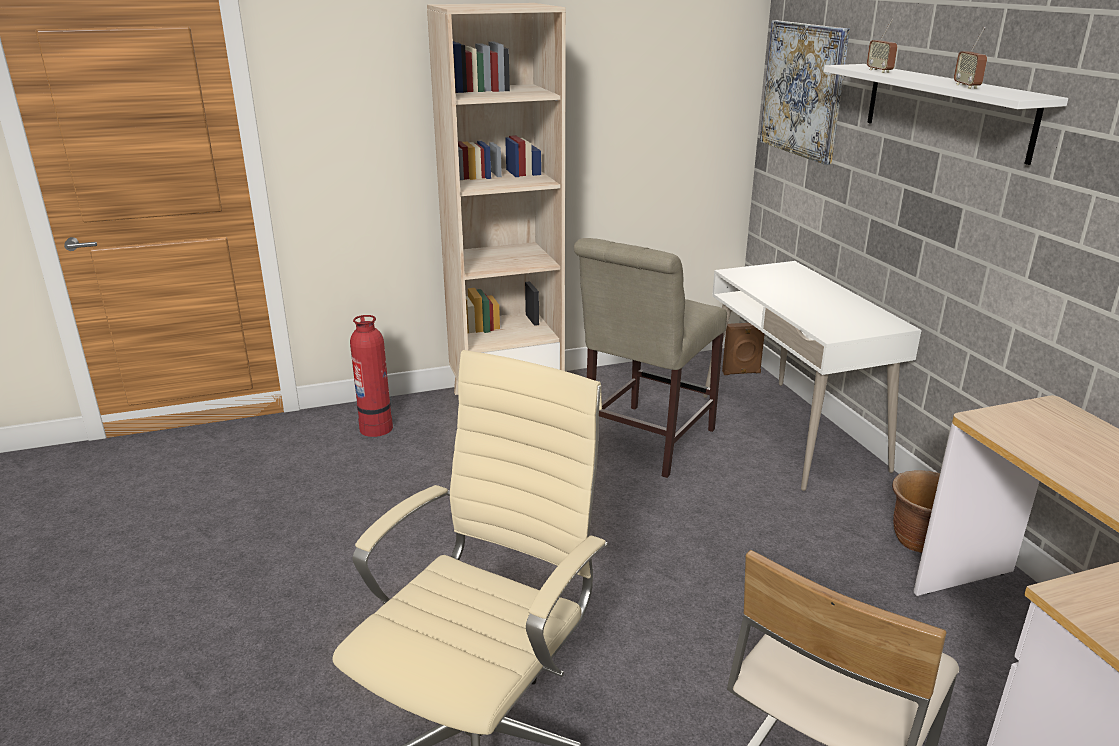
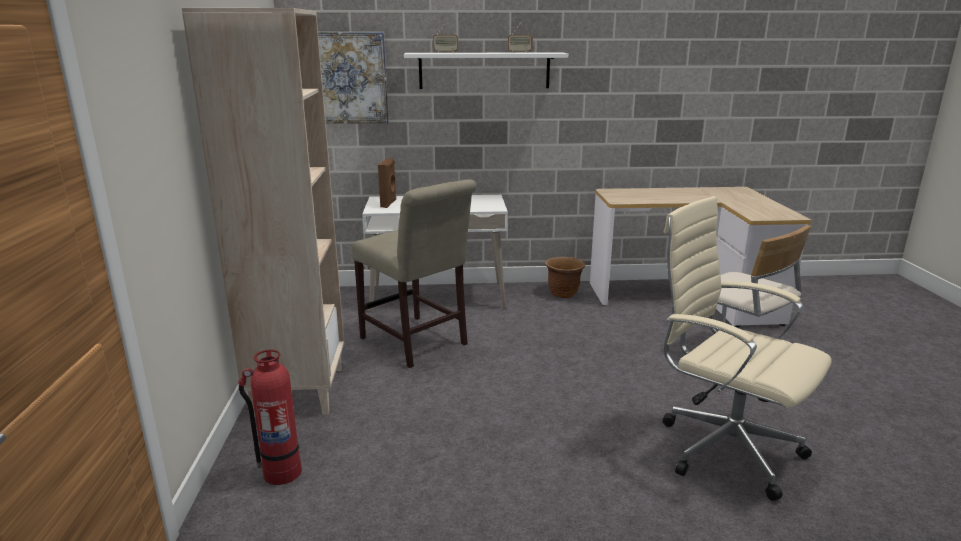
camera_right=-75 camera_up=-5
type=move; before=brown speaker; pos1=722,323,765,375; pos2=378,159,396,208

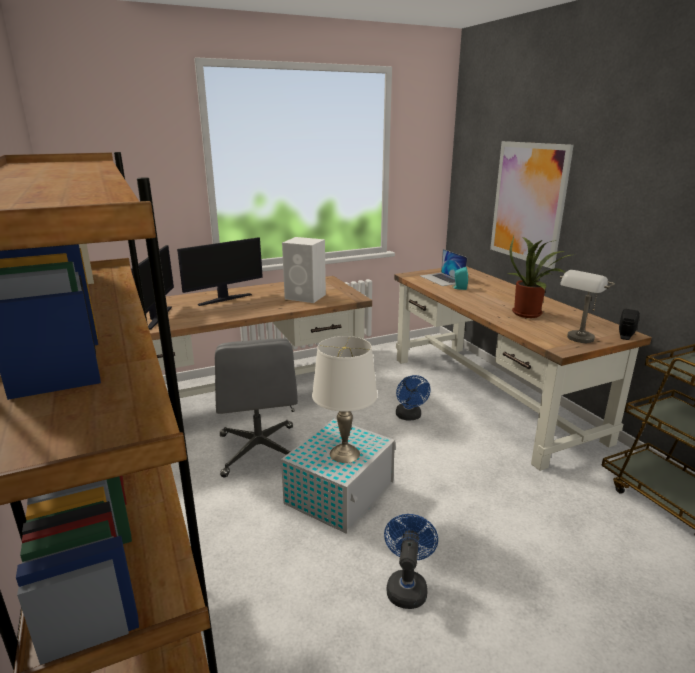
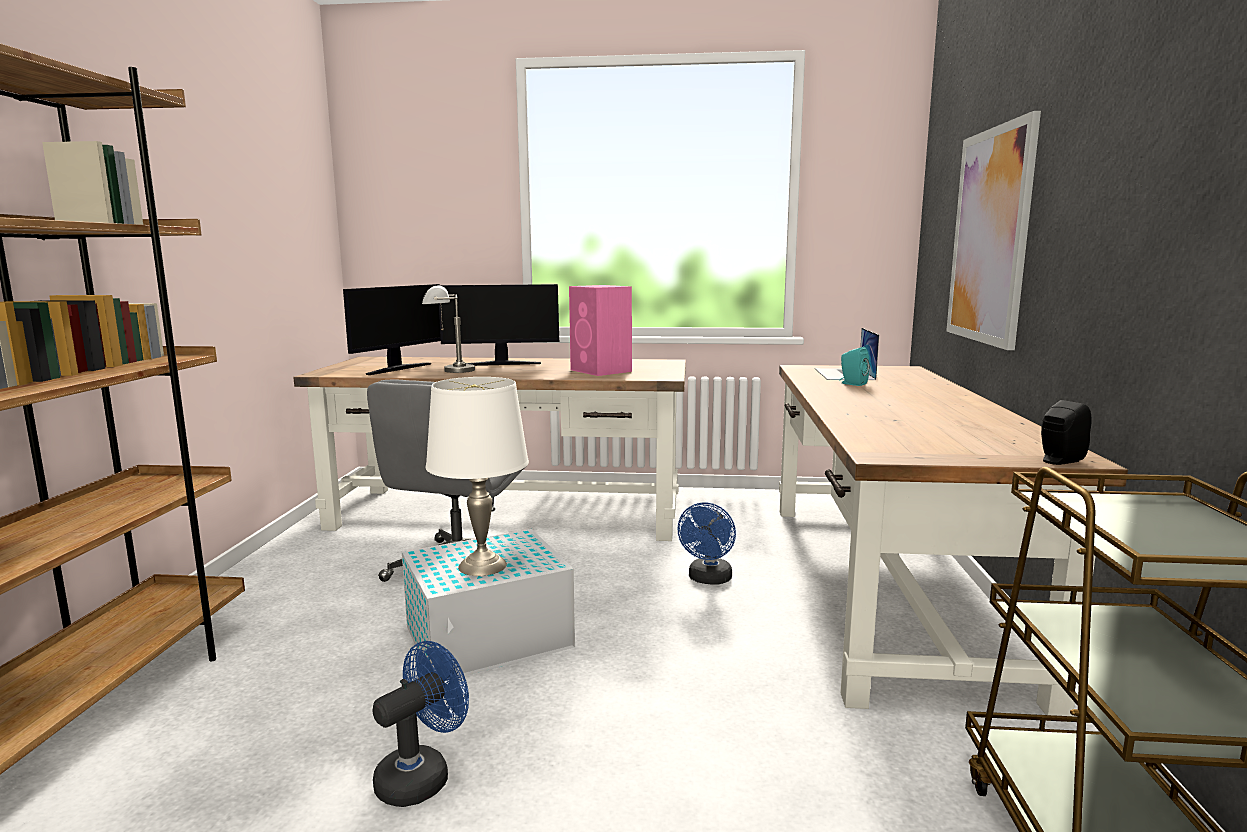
camera_right=30 camera_up=-10
type=move; before=grey table lamp; pos1=560,270,615,343; pos2=422,285,475,373
type=recolor; before=white speaker; after=pink speaker; pos1=282,237,326,303; pos2=569,285,632,376
type=delete; before=potted plant; pos1=508,236,571,318

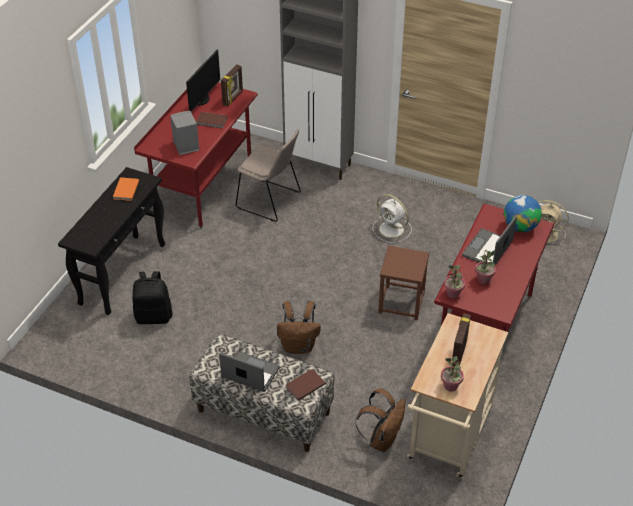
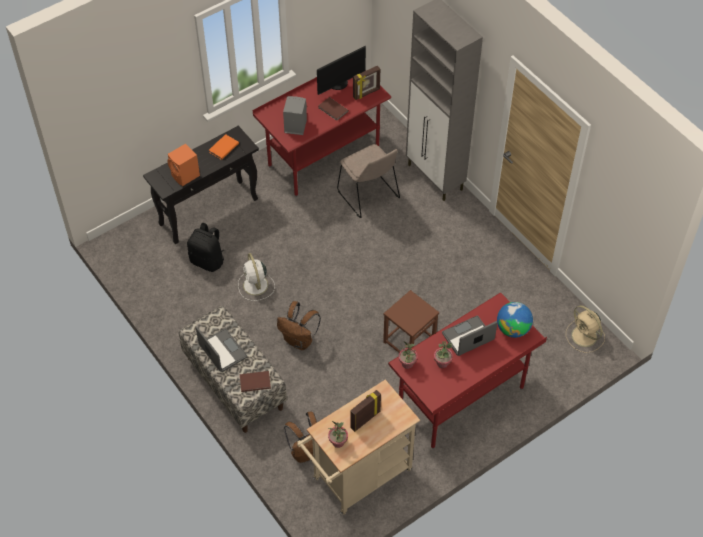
camera_right=30 camera_up=10
type=insert; after=orange speaker; pos2=167,144,200,186
type=move; before=white fan; pos1=372,194,412,243; pos2=238,253,275,301

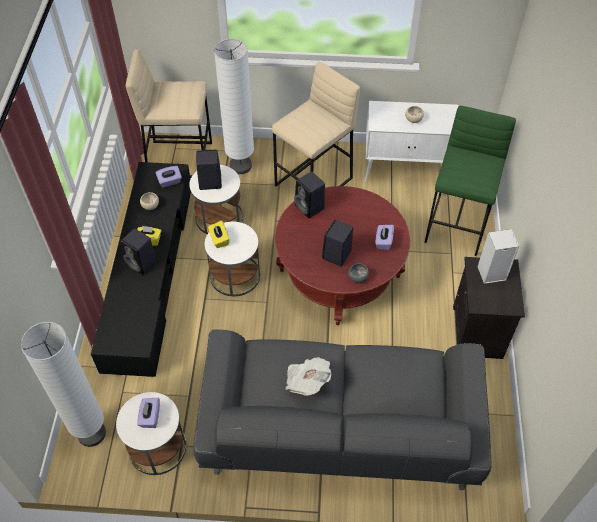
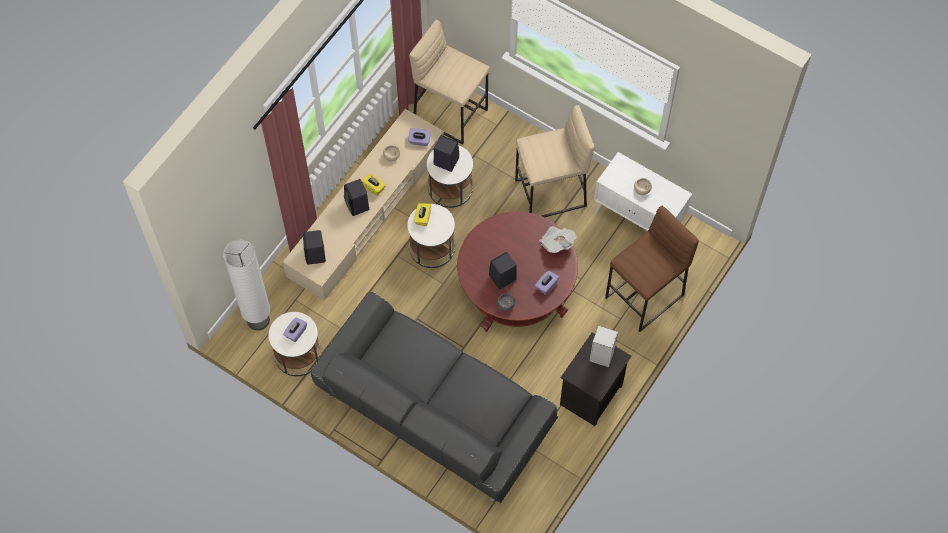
camera_right=30 camera_up=10
type=recolor; before=black tv stand; after=beige tv stand; pos1=91,162,191,377; pos2=283,109,444,301
type=move; before=black speaker; pos1=294,171,325,218; pos2=303,230,326,265
type=move; before=newspaper; pos1=285,357,332,396; pos2=539,226,577,253
type=recolor; before=green stool; after=brown stool; pos1=424,106,516,256; pos2=605,206,699,332
type=delete; before=white floor lamp; pos1=214,39,254,174

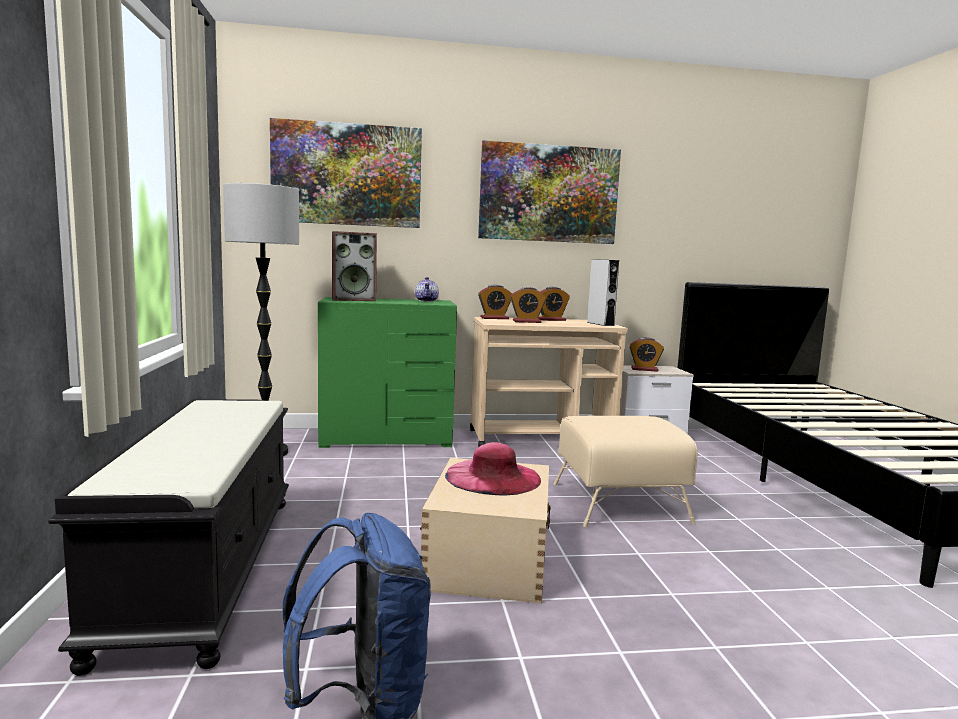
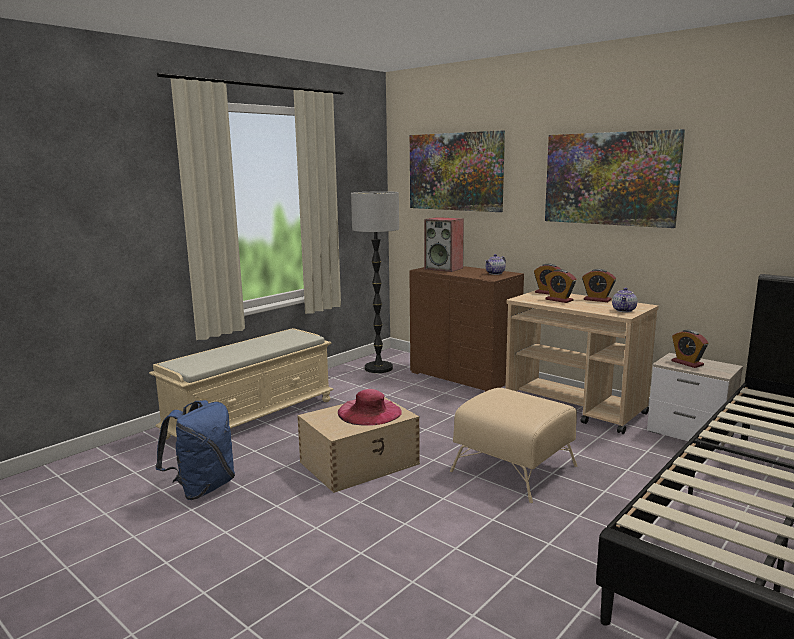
camera_right=50 camera_up=5
type=recolor; before=black bench; after=beige bench; pos1=48,399,289,676; pos2=149,328,333,440
type=recolor; before=green dresser; after=brown dresser; pos1=318,297,457,448; pos2=409,266,524,392
type=replace; before=grey speaker; after=teapot; pos1=587,259,619,326; pos2=612,288,637,312

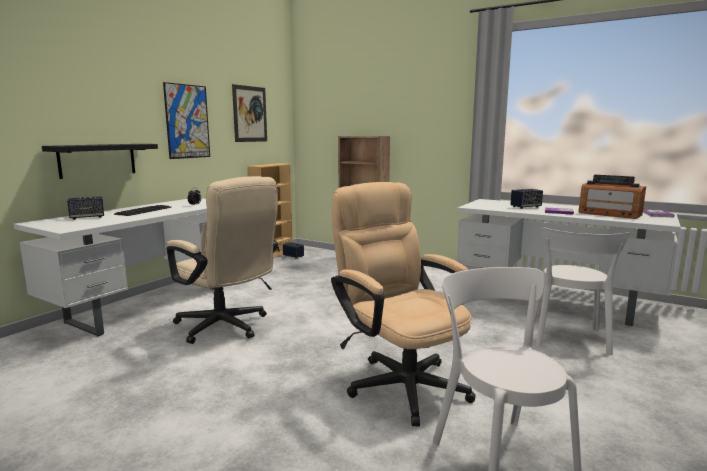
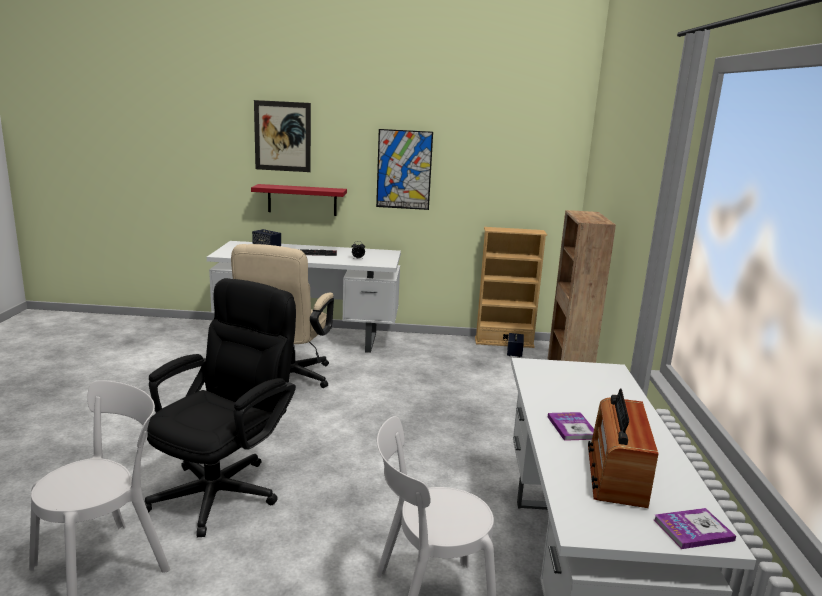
camera_right=60 camera_up=5
type=recolor; before=beige office chair; after=black office chair; pos1=331,182,476,427; pos2=144,278,296,537
type=recolor; before=black shelf; after=red shelf; pos1=42,144,158,179; pos2=251,184,347,216
type=move; before=picture; pos1=232,84,267,142; pos2=254,100,311,172
type=delete; before=speaker; pos1=510,189,543,209

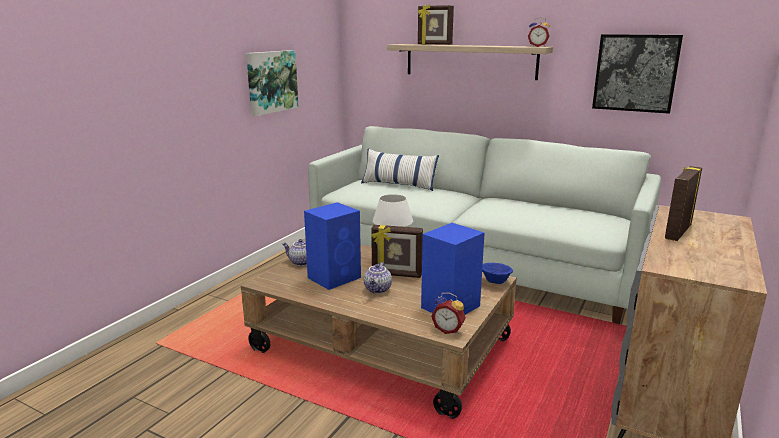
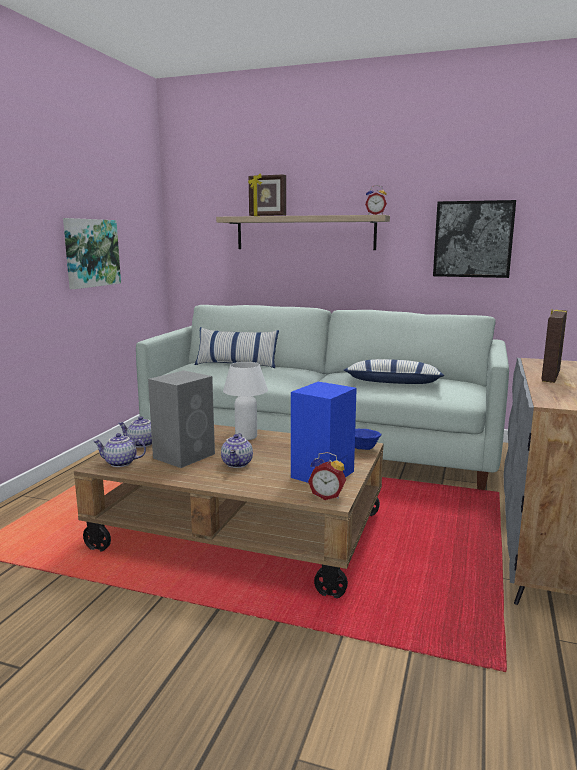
camera_right=-10 camera_up=-5
type=insert; after=teapot; pos2=93,433,146,467
type=recolor; before=blue speaker; after=grey speaker; pos1=304,202,361,290; pos2=148,371,215,468
type=insert; after=pillow; pos2=344,359,444,384
type=delete; before=picture frame; pos1=371,225,423,278

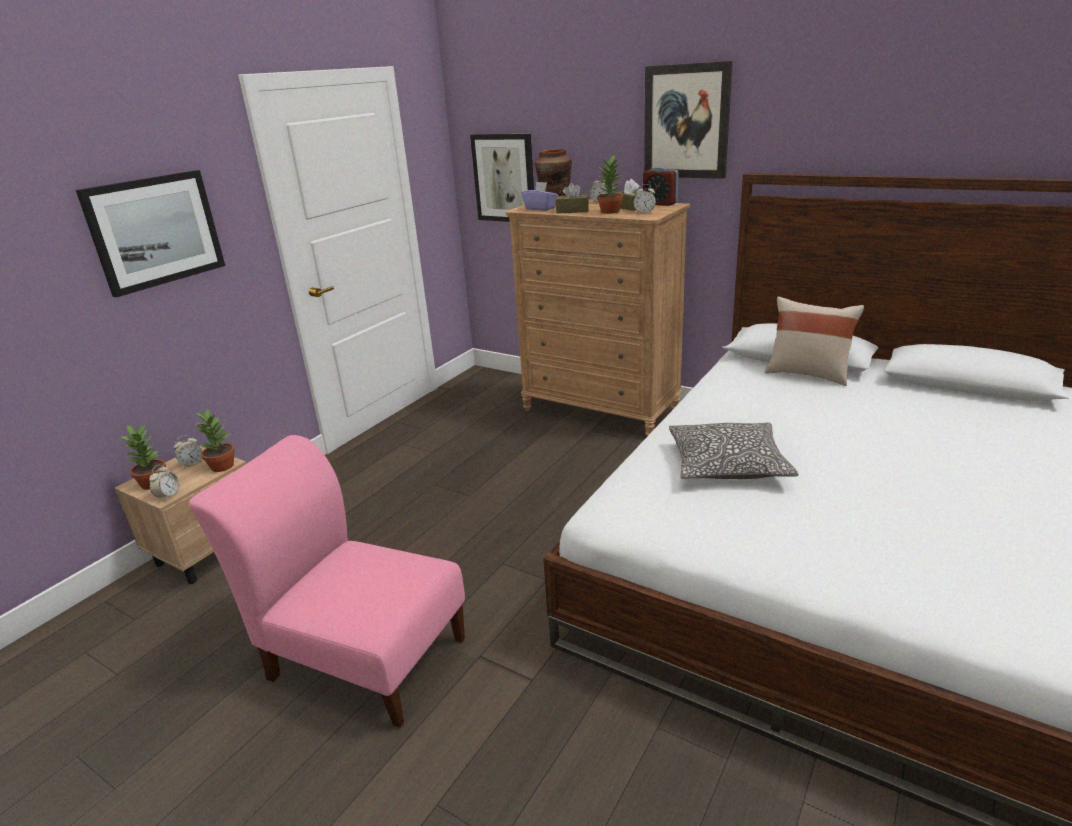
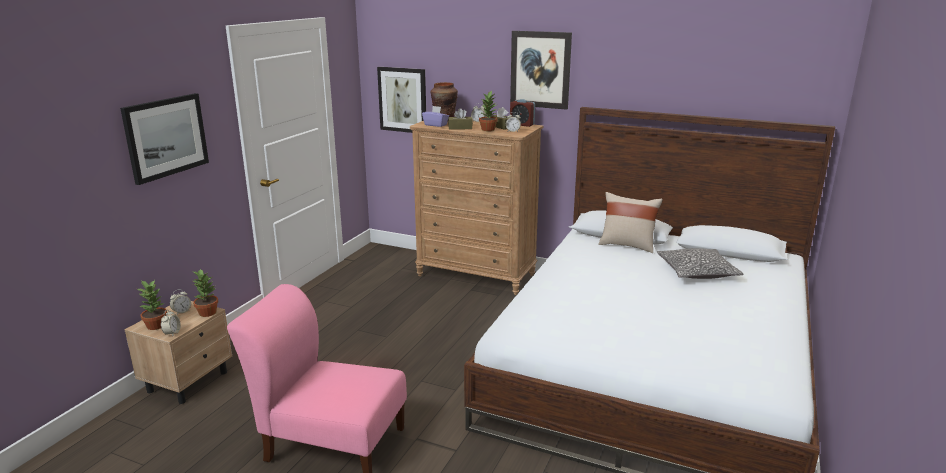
camera_right=-10 camera_up=-5
type=move; before=pillow; pos1=669,422,798,479; pos2=657,248,744,279

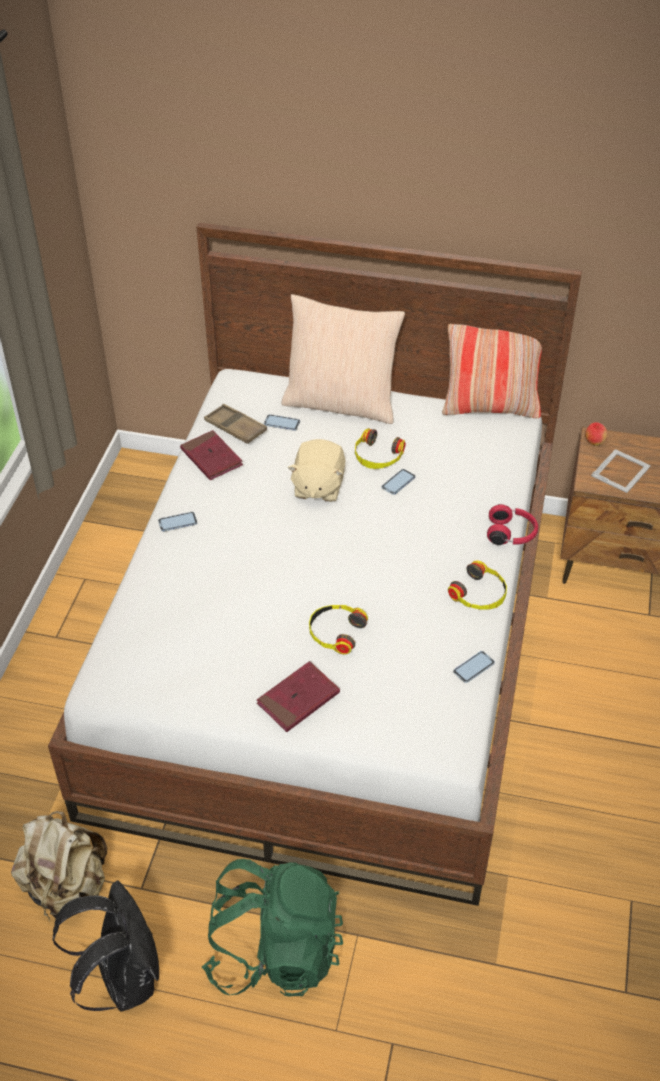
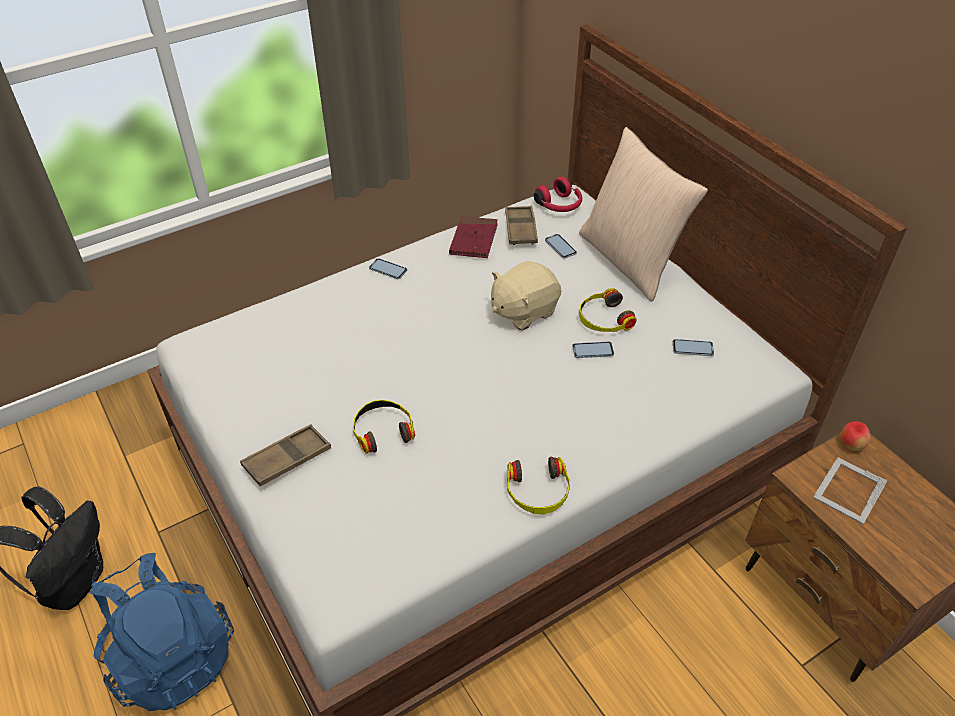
camera_right=45 camera_up=0
type=recolor; before=green backpack; after=blue backpack; pos1=202,859,343,997; pos2=89,553,234,711
type=replace; before=red book; after=brown tray; pos1=257,661,340,732; pos2=240,424,331,486
type=move; before=red headphones; pos1=487,504,538,545; pos2=534,177,582,212
type=move; before=phone; pos1=453,651,495,683; pos2=673,339,714,356
type=rotate; before=picture frame; pos1=591,449,651,493; pos2=813,457,887,524; turn=135
type=delete; before=beige backpack; pos1=11,811,107,920
type=delete; before=pillow; pos1=442,324,542,418

